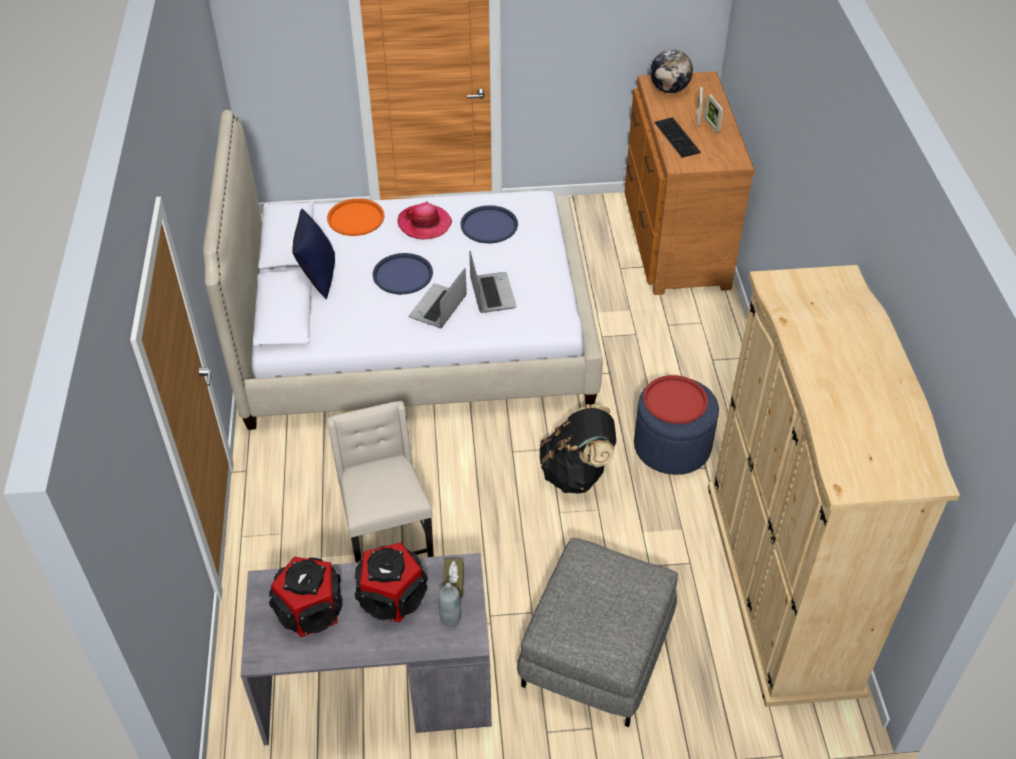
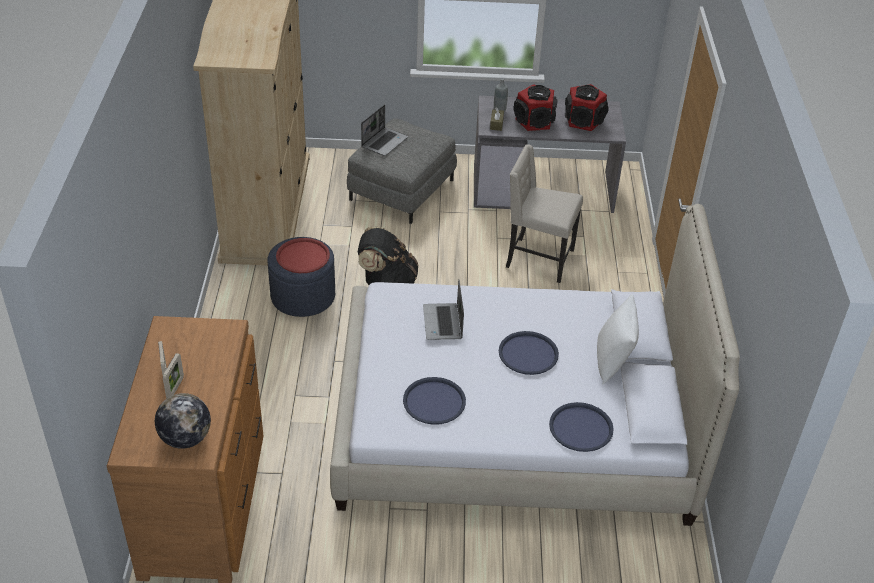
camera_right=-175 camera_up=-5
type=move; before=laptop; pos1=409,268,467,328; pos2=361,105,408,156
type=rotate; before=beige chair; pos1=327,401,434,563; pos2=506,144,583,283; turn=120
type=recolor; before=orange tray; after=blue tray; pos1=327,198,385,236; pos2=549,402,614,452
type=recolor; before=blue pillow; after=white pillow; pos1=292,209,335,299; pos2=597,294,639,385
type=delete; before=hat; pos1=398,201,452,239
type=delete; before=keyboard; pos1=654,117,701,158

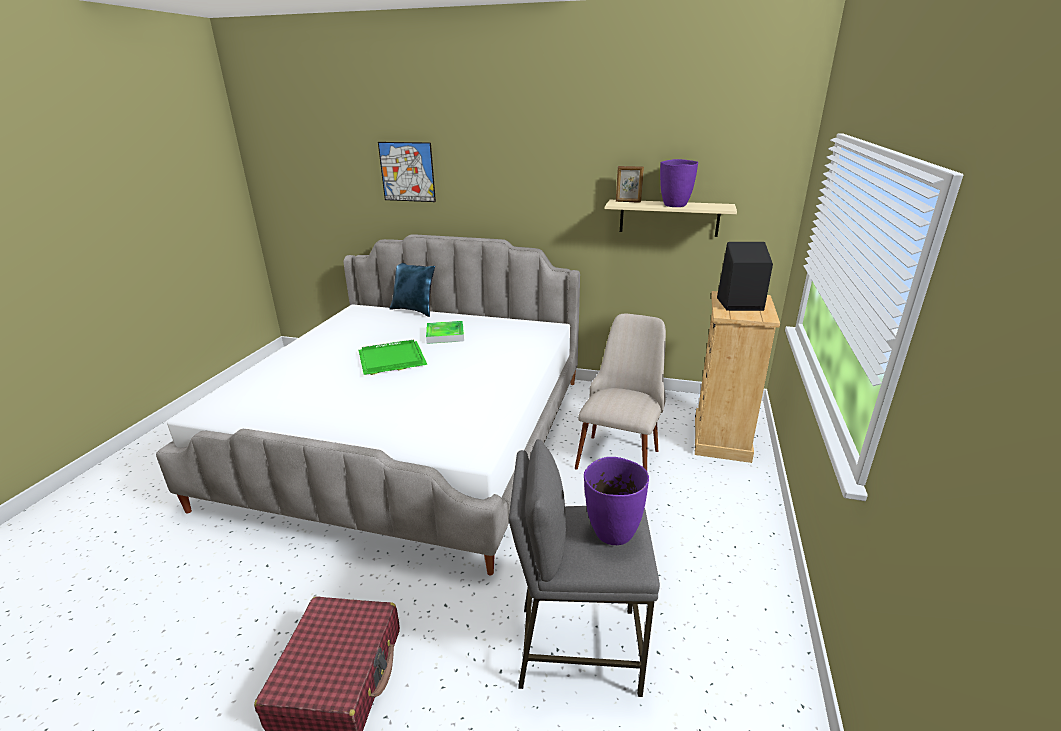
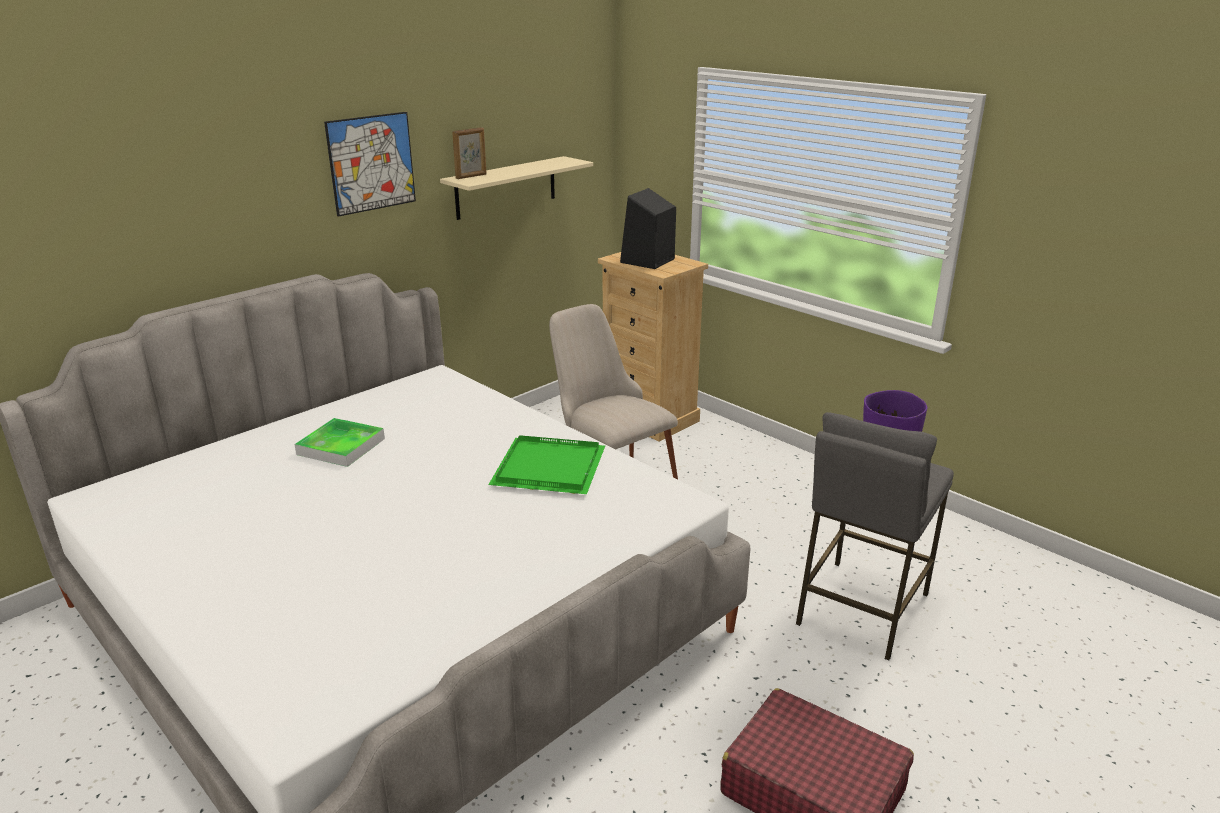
camera_right=-60 camera_up=0
type=move; before=picture; pos1=378,142,436,202; pos2=324,112,416,217
type=move; before=green tray; pos1=359,339,427,375; pos2=488,435,605,494
type=delete; before=blue pillow; pos1=390,263,435,317
type=delete; before=purple vase; pos1=660,159,698,207

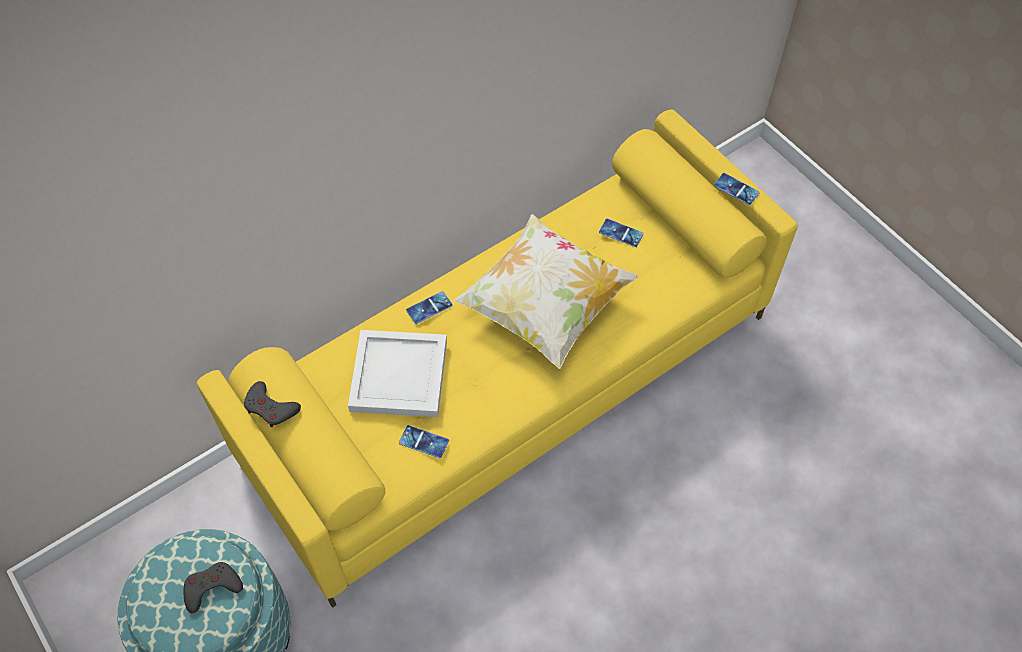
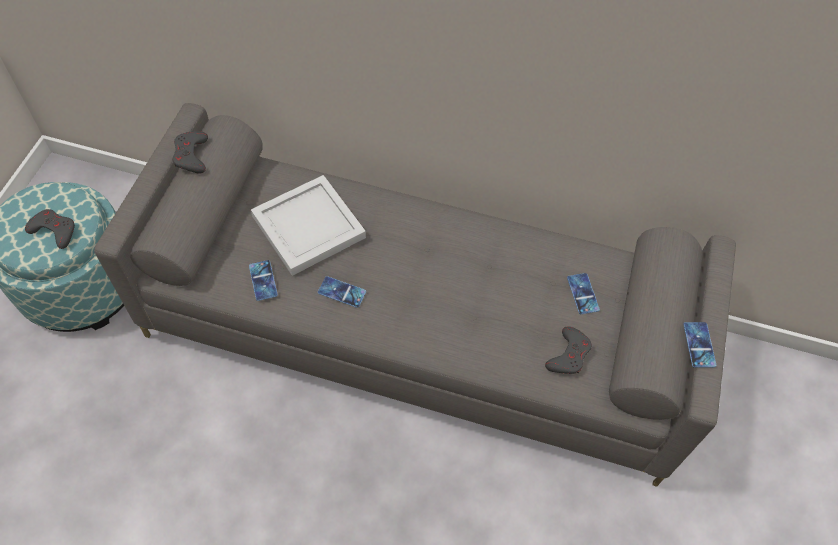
camera_right=50 camera_up=0
type=recolor; before=yellow sofa; after=grey sofa; pos1=197,109,798,608; pos2=94,103,736,487
type=move; before=phone; pos1=406,291,453,324; pos2=318,276,366,308
type=insert; after=grey game controller; pos2=545,327,592,374
type=delete; before=pillow; pos1=453,214,638,369

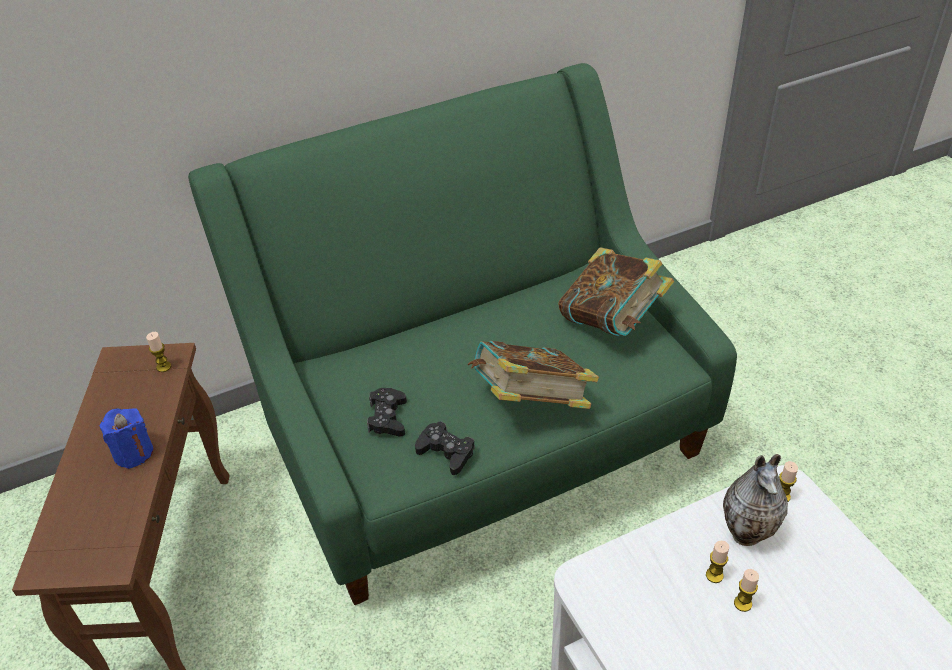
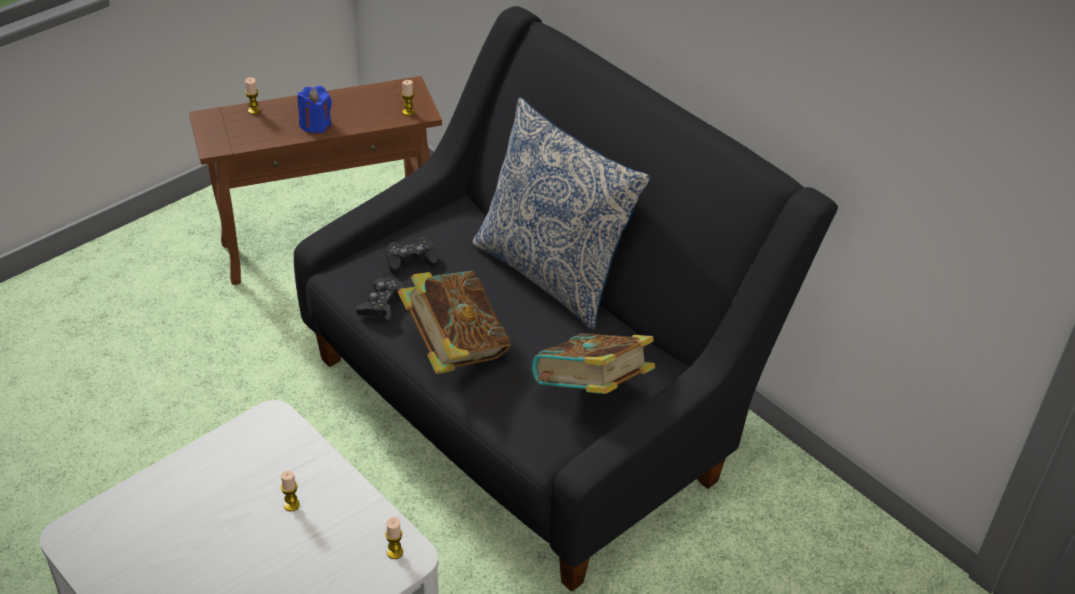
camera_right=70 camera_up=0
type=move; before=candle; pos1=734,569,759,612; pos2=245,77,260,114
type=recolor; before=green sofa; after=black sofa; pos1=188,63,737,605; pos2=294,6,838,592
type=insert; after=pillow; pos2=472,97,651,330
type=delete; before=vase; pos1=723,454,788,546

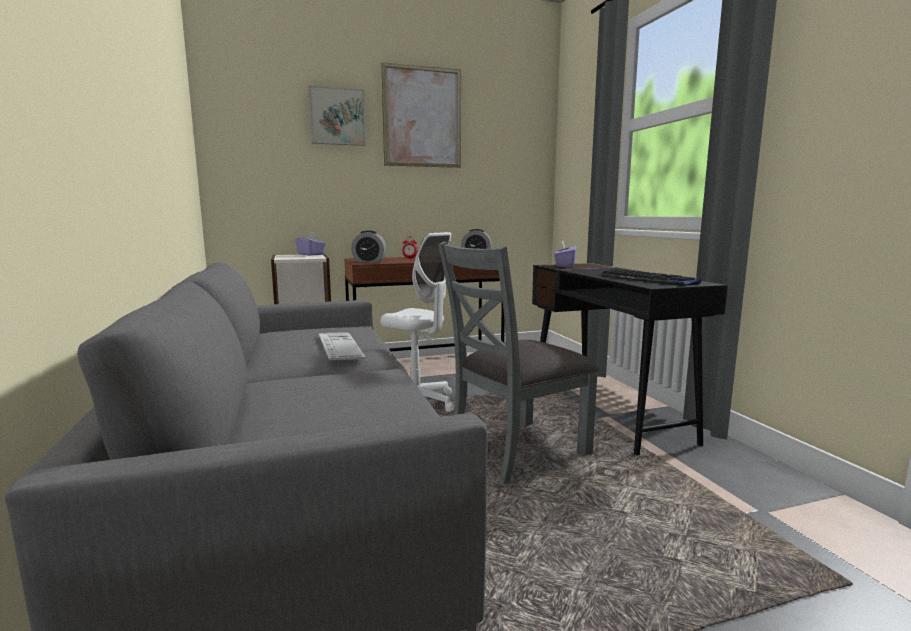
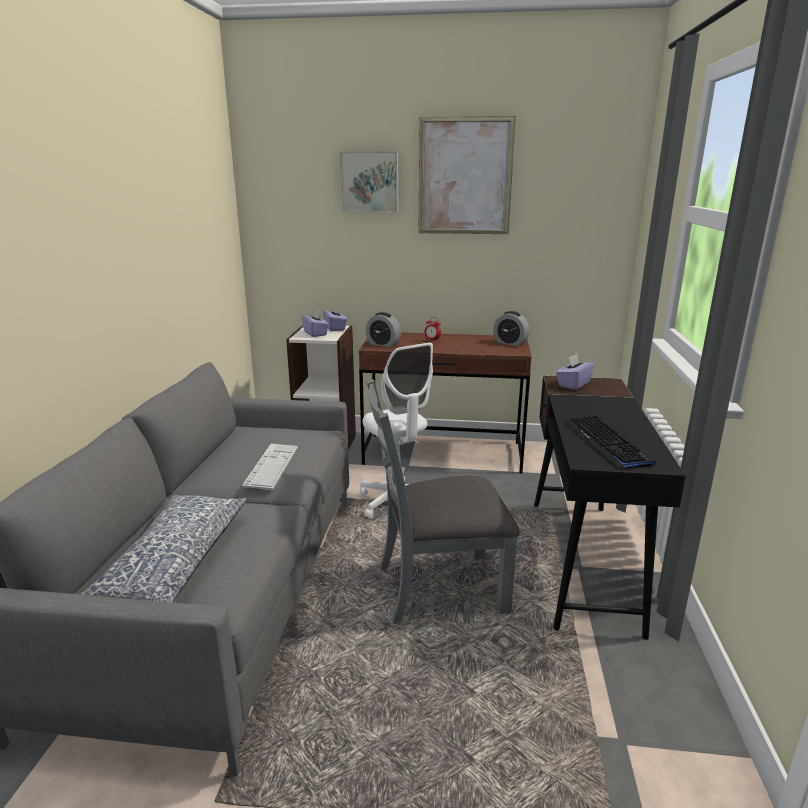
camera_right=25 camera_up=10
type=insert; after=pillow; pos2=80,495,247,602
type=insert; after=purple tissue box; pos2=301,310,329,337

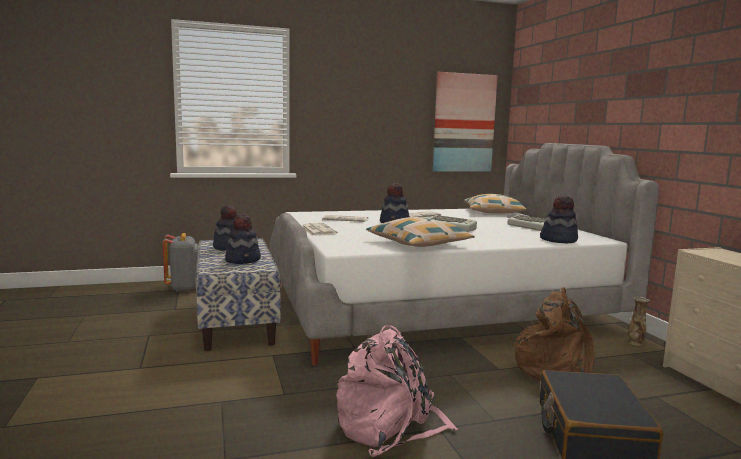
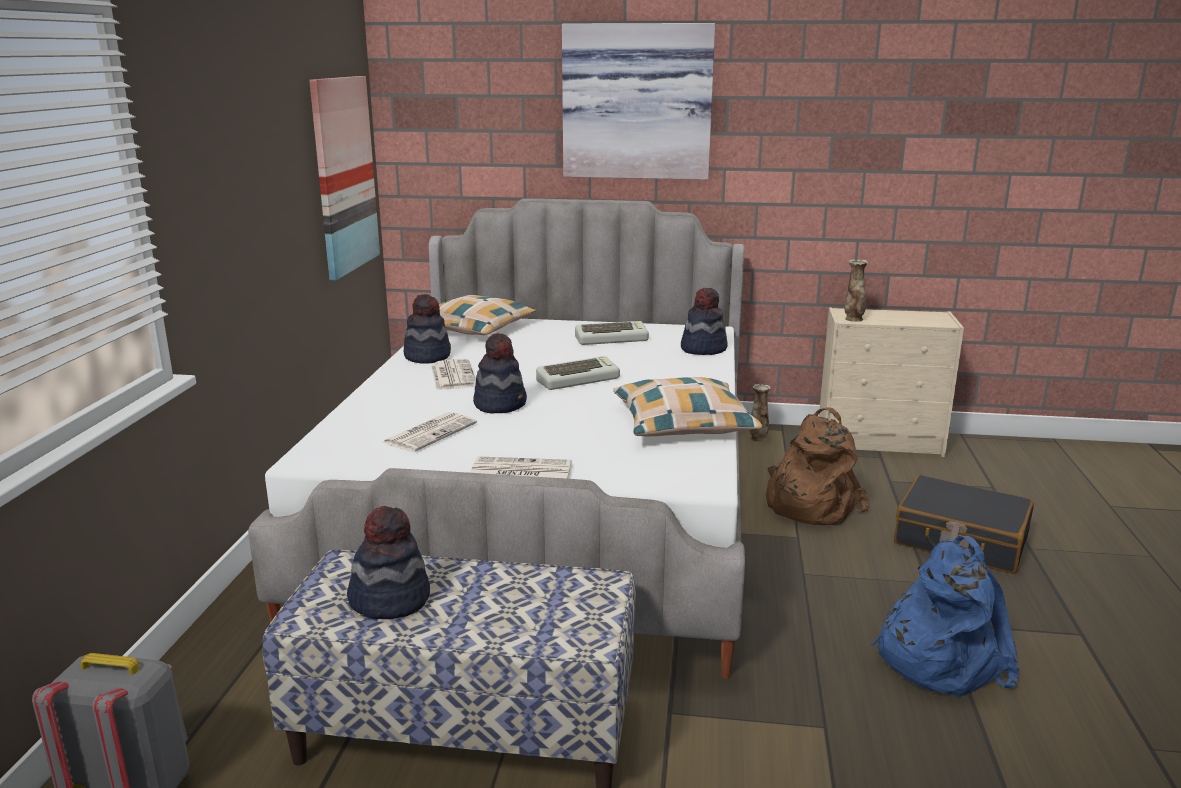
camera_right=-65 camera_up=10
type=move; before=hat; pos1=225,214,261,264; pos2=404,294,451,363
type=insert; after=picture; pos2=562,23,715,180
type=insert; after=vase; pos2=844,260,868,322
type=recolor; before=pink backpack; after=blue backpack; pos1=336,325,458,457; pos2=871,536,1019,696

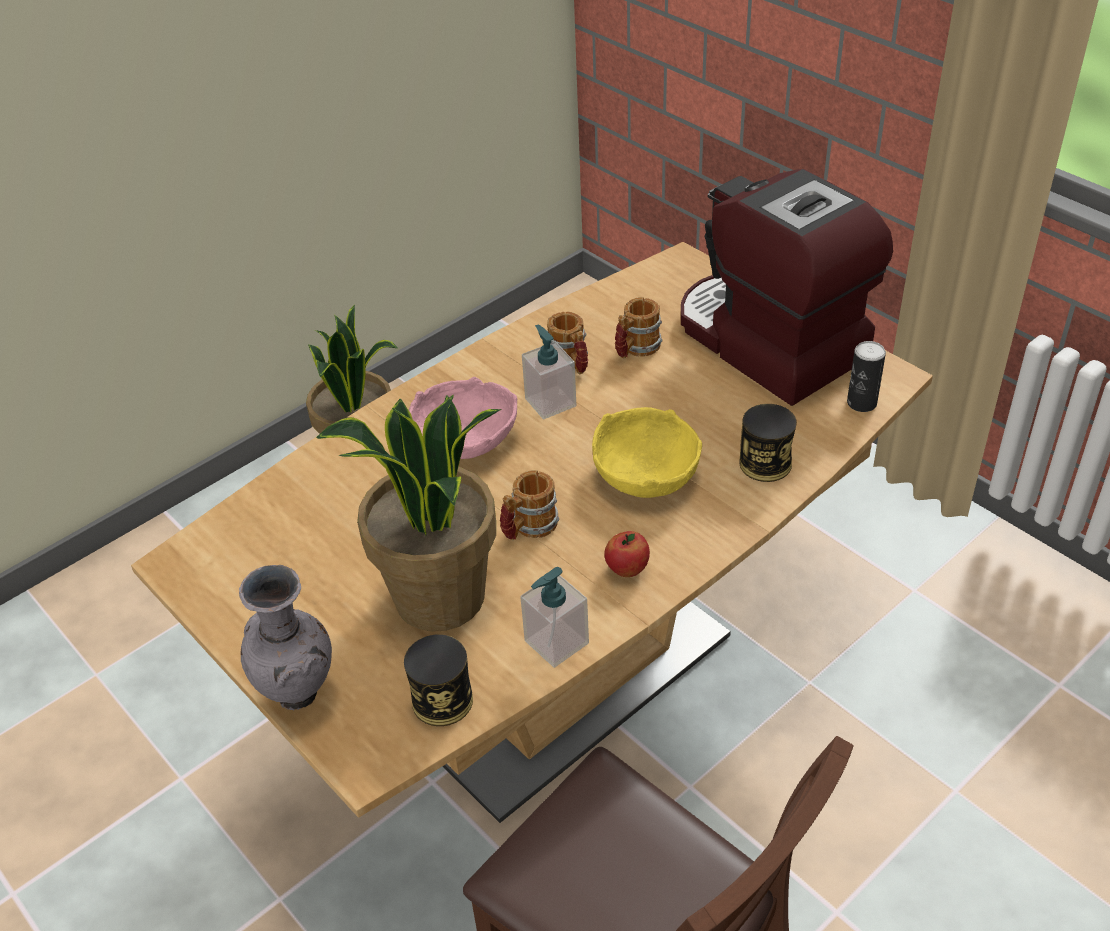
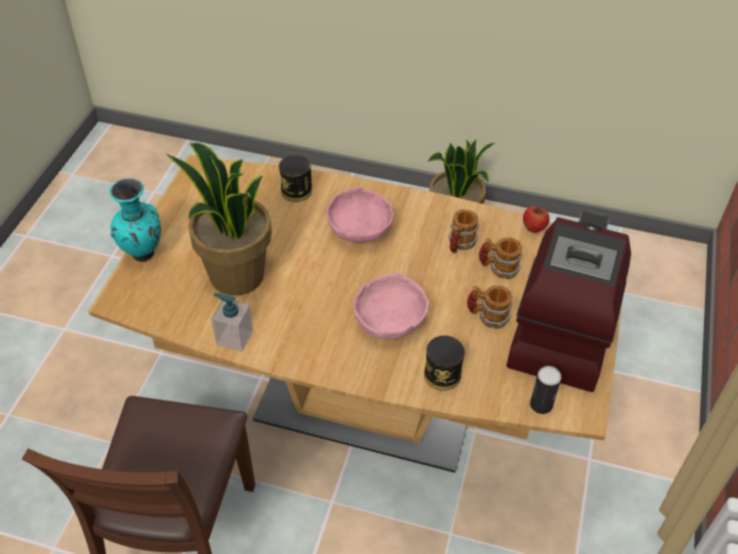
camera_right=55 camera_up=5
type=recolor; before=grey vase; after=turquoise vase; pos1=239,565,332,710; pos2=109,178,161,262
type=move; before=can; pos1=404,634,473,726; pos2=279,155,312,202
type=recolor; before=yellow bowl; after=pink bowl; pos1=592,407,702,498; pos2=353,272,429,340
type=move; before=mug; pos1=500,470,559,540; pos2=467,285,512,329
type=move; before=apple; pos1=604,531,650,577; pos2=523,206,550,233
type=delete; before=soap dispenser; pos1=522,325,577,419

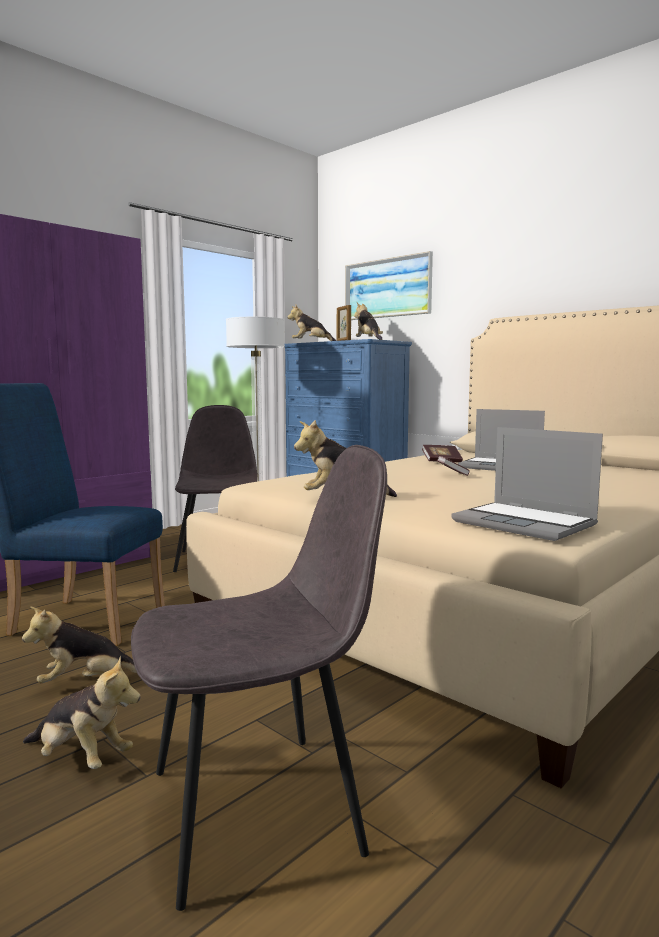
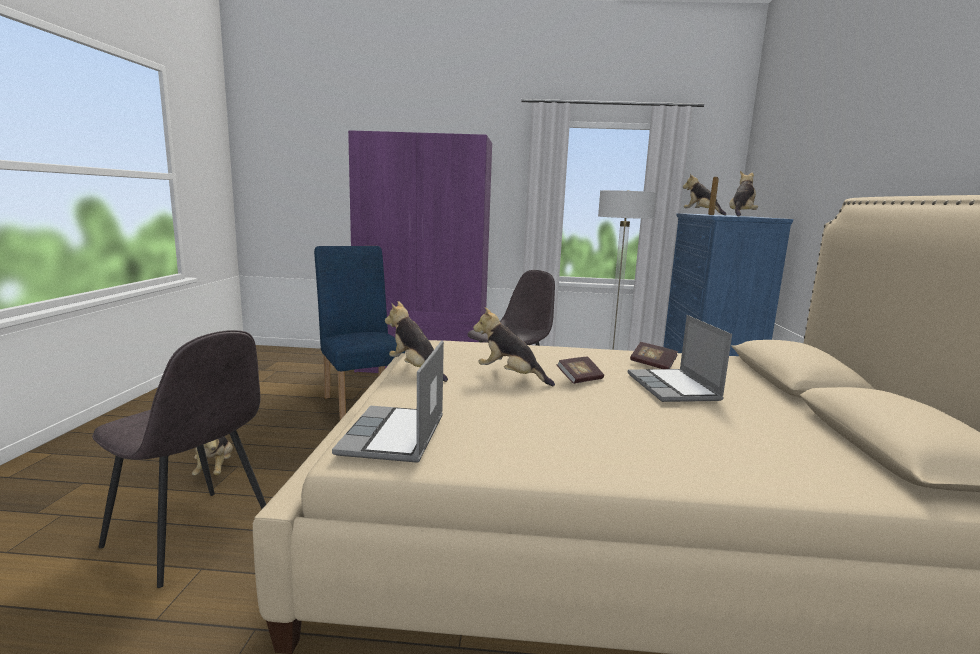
camera_right=50 camera_up=5
type=move; before=plush toy; pos1=22,607,137,683; pos2=473,307,555,386
type=delete; before=picture; pos1=345,251,433,320

